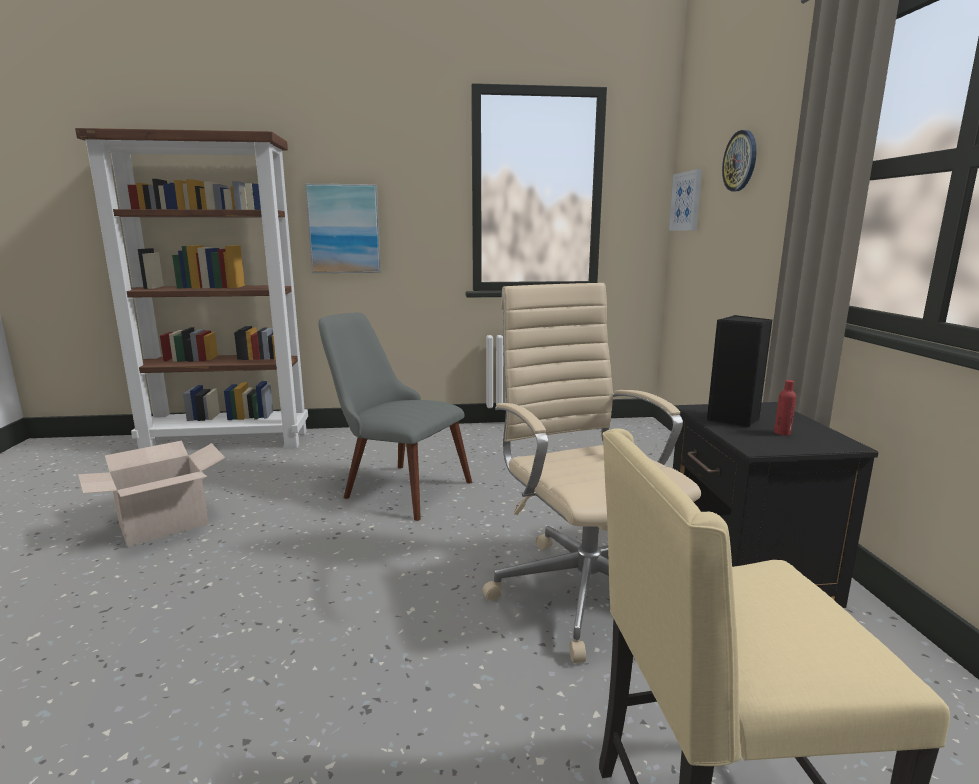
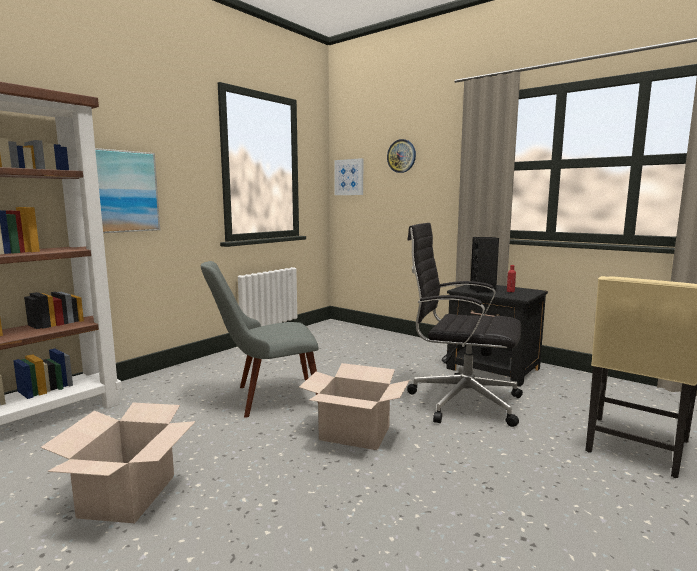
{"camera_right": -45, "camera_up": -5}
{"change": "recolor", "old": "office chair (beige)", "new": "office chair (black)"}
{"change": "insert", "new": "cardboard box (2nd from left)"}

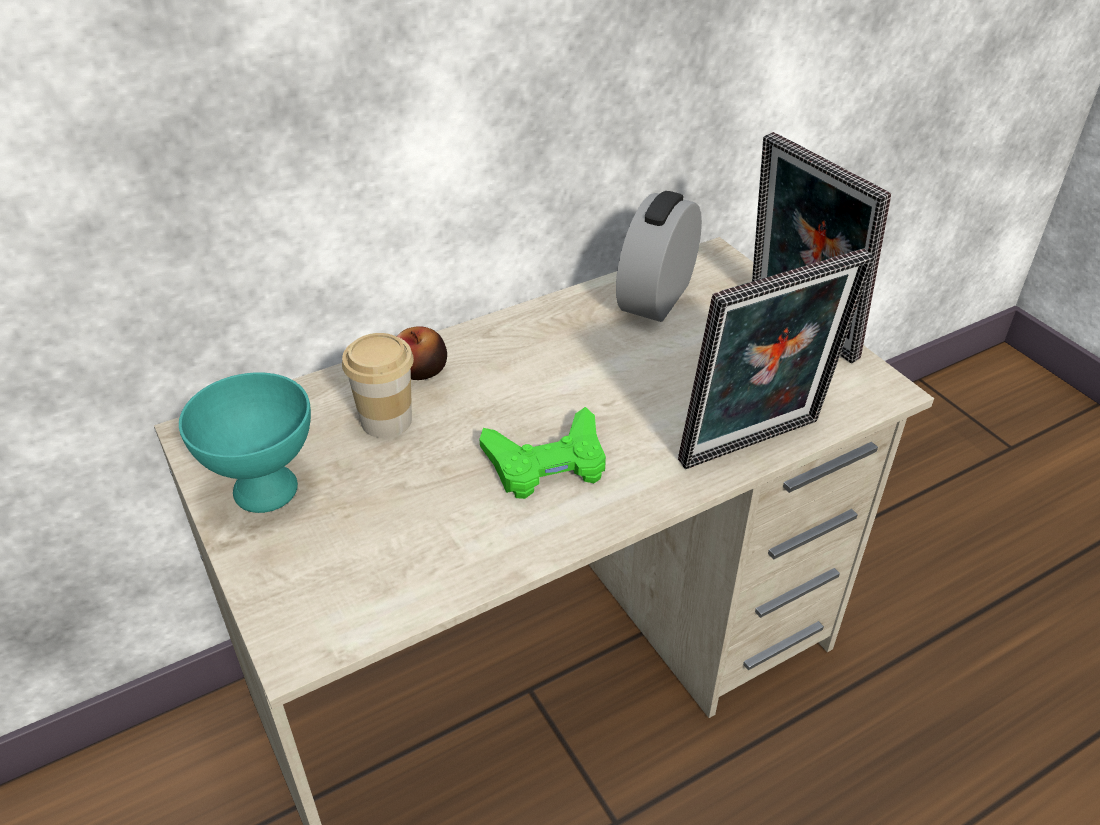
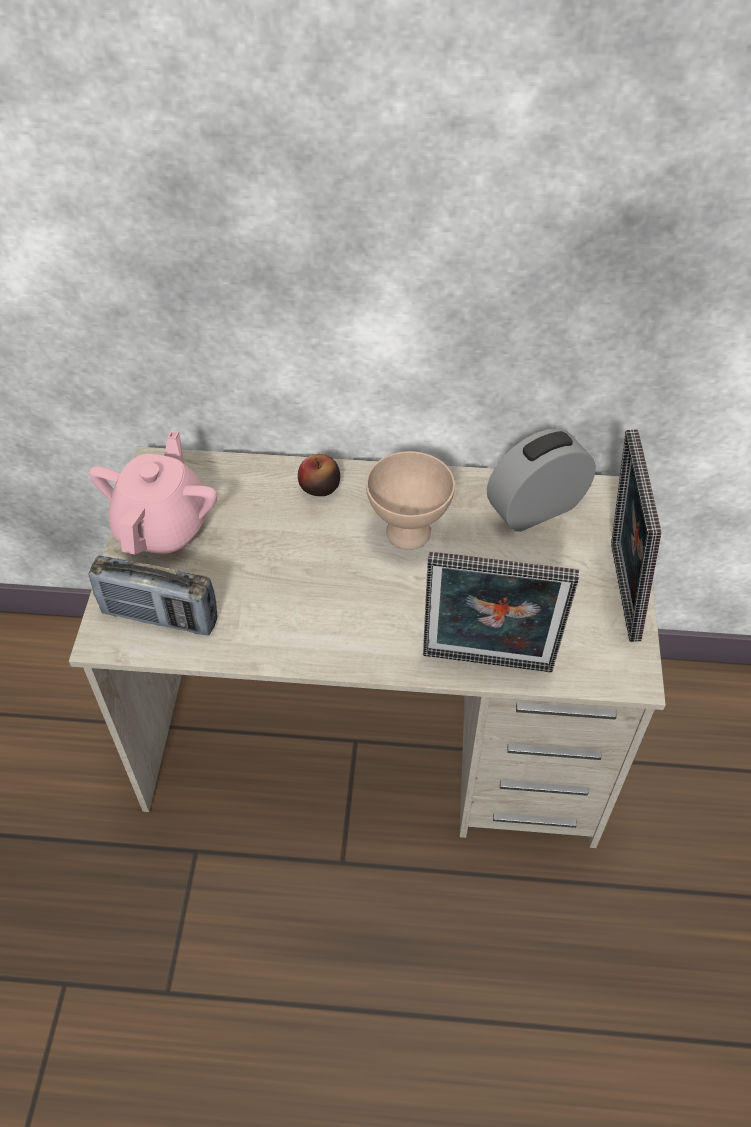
{"camera_right": 35, "camera_up": 10}
{"change": "delete", "old": "cup"}
{"change": "replace", "old": "bowl (turquoise)", "new": "teapot (pink)"}
{"change": "delete", "old": "game controller (green)"}
{"change": "insert", "new": "bowl (beige)"}
{"change": "insert", "new": "radio"}

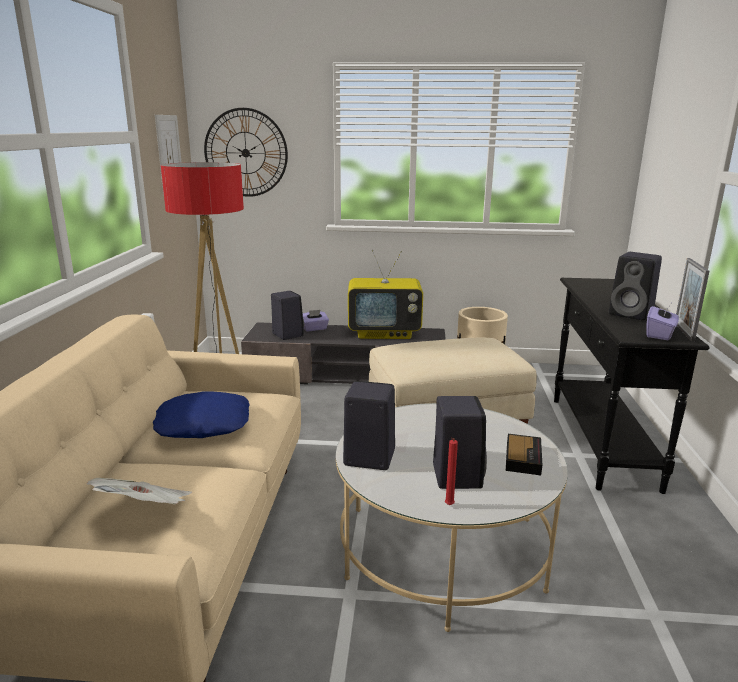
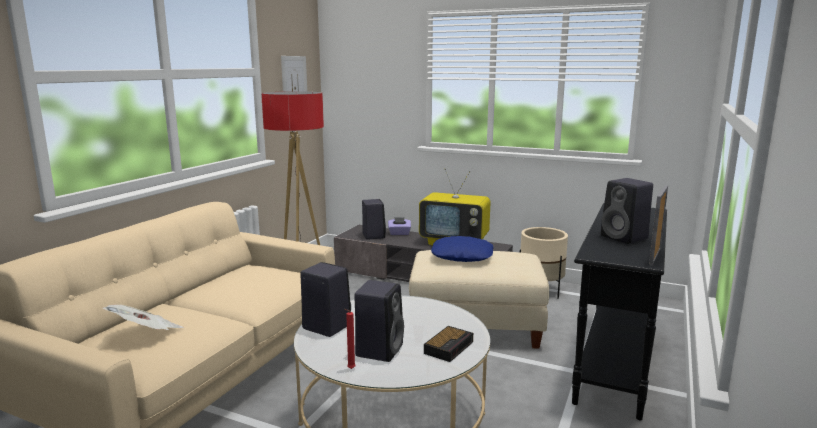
{"camera_right": 20, "camera_up": -5}
{"change": "delete", "old": "wall clock"}
{"change": "delete", "old": "tissue box (purple) (2nd from left)"}
{"change": "move", "old": "pillow (blue)"}

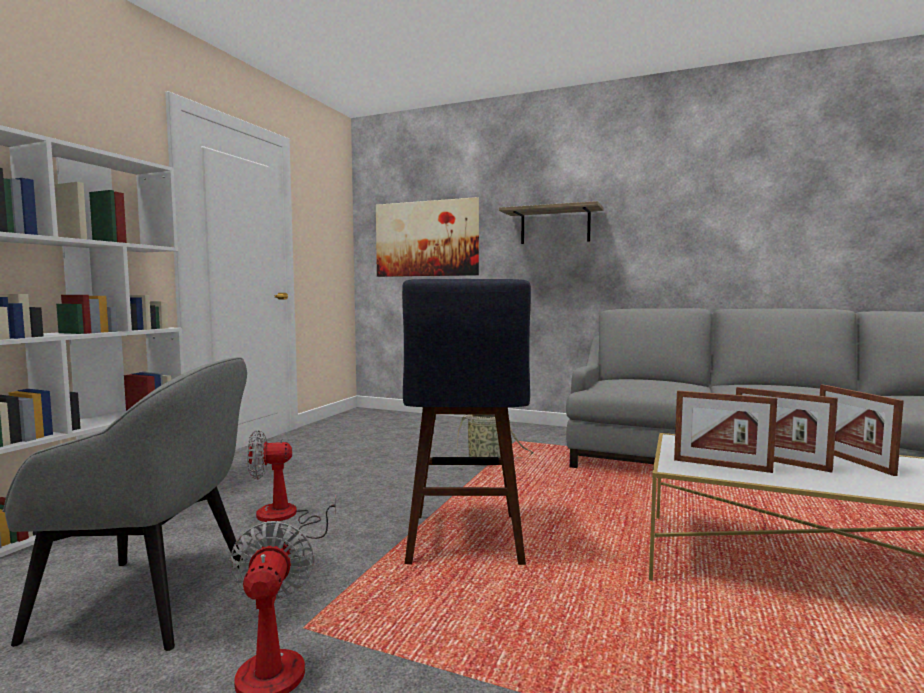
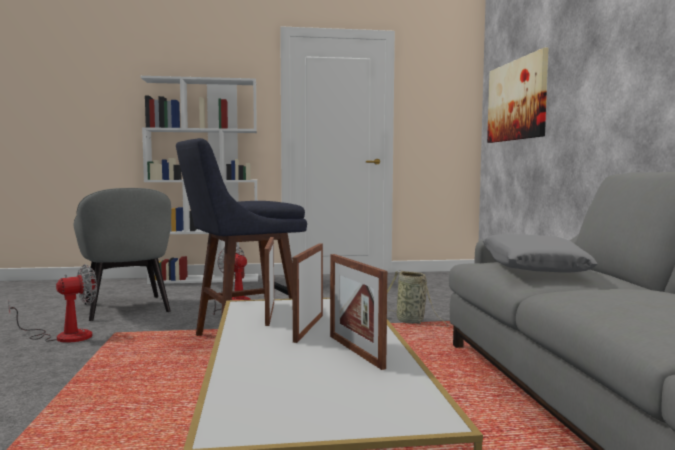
{"camera_right": 60, "camera_up": 0}
{"change": "delete", "old": "shelf"}
{"change": "rotate", "old": "picture frame (3rd from left)", "degrees": -75}
{"change": "insert", "new": "pillow (grey)"}

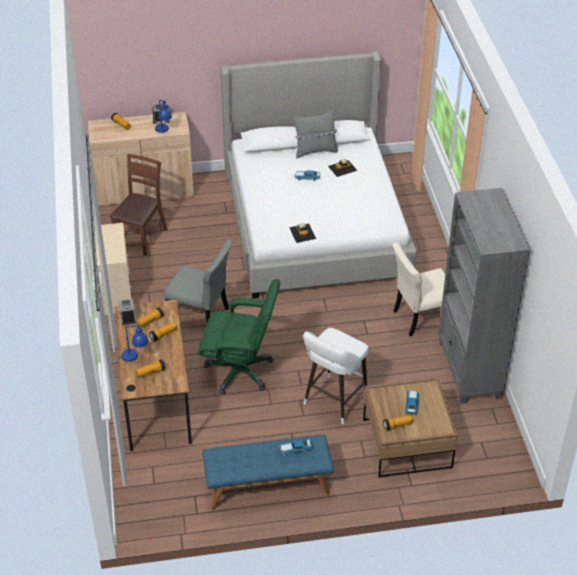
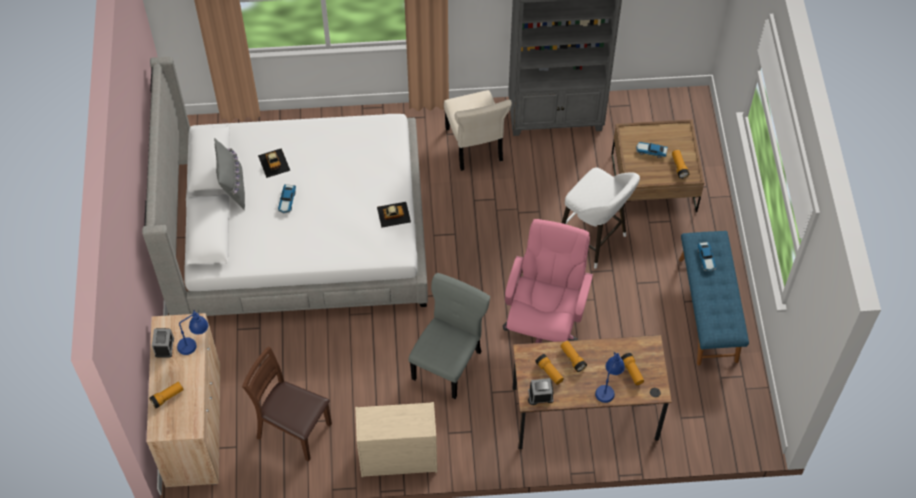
{"camera_right": -85, "camera_up": 15}
{"change": "recolor", "old": "office chair (green)", "new": "office chair (pink)"}

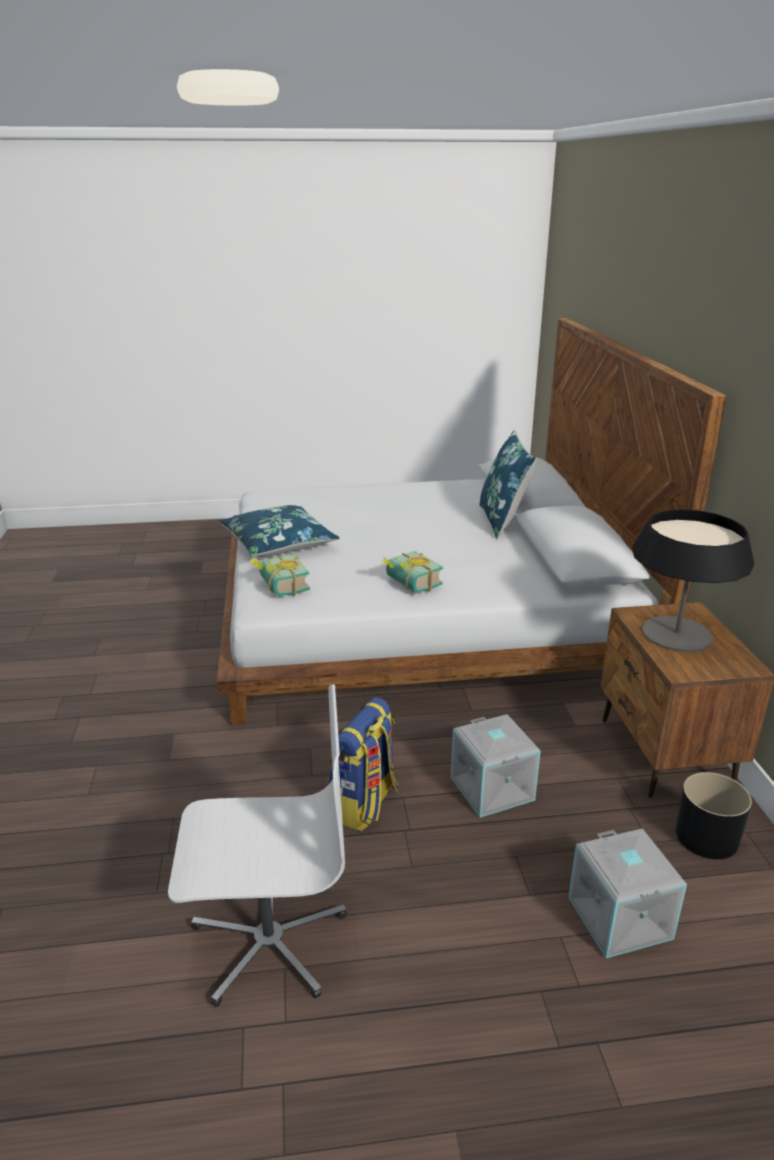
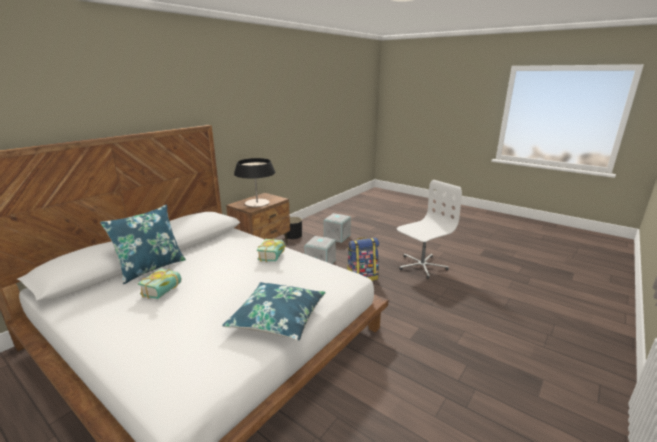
{"camera_right": -135, "camera_up": -5}
{"change": "move", "old": "book (1st from left)"}
{"change": "rotate", "old": "office chair (white)", "degrees": 105}

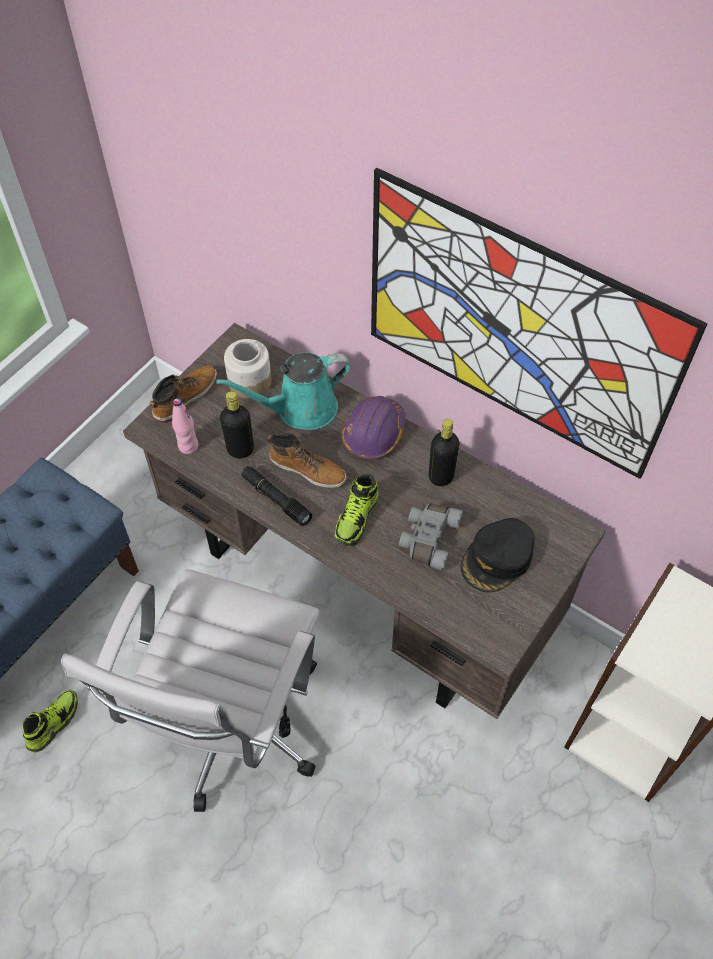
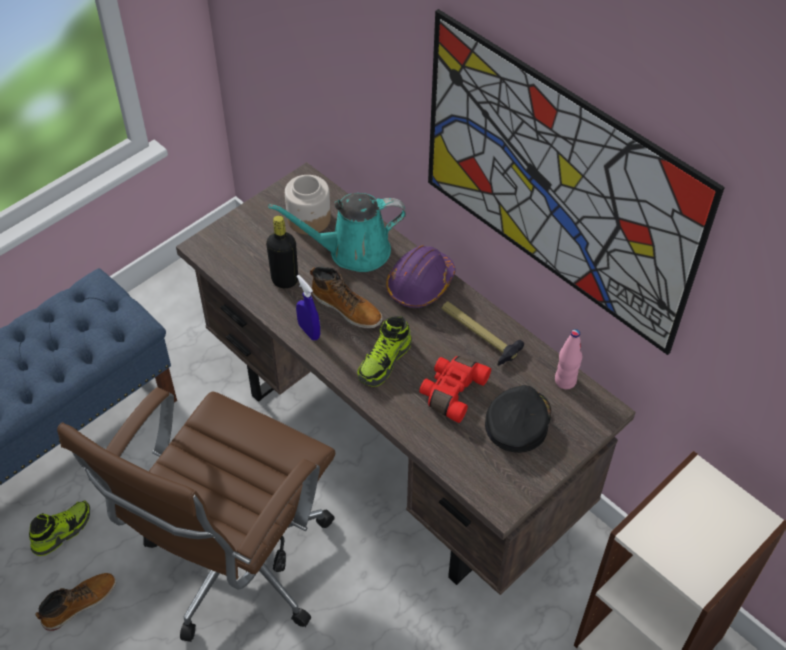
{"camera_right": 10, "camera_up": -5}
{"change": "move", "old": "boot (1st from left)"}
{"change": "move", "old": "bottle (pink)"}
{"change": "replace", "old": "bottle (black) (2nd from left)", "new": "hammer"}
{"change": "replace", "old": "flashlight (black)", "new": "spray bottle (blue)"}
{"change": "recolor", "old": "binoculars (grey)", "new": "binoculars (red)"}
{"change": "rotate", "old": "cap (black)", "degrees": 150}
{"change": "recolor", "old": "office chair (white)", "new": "office chair (brown)"}

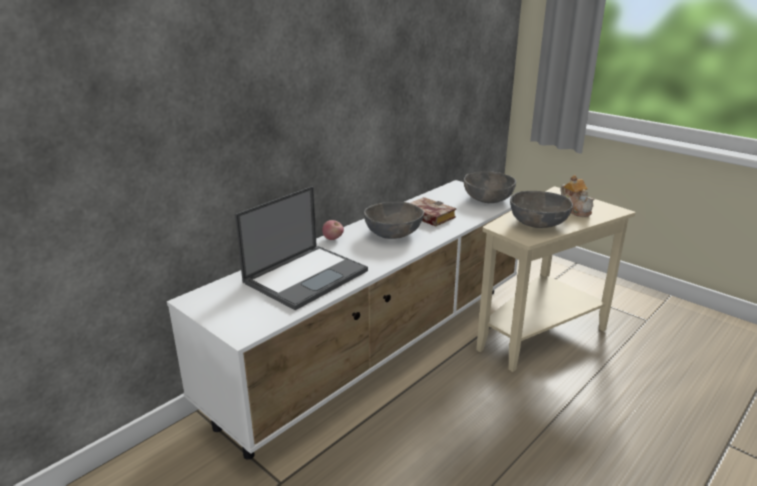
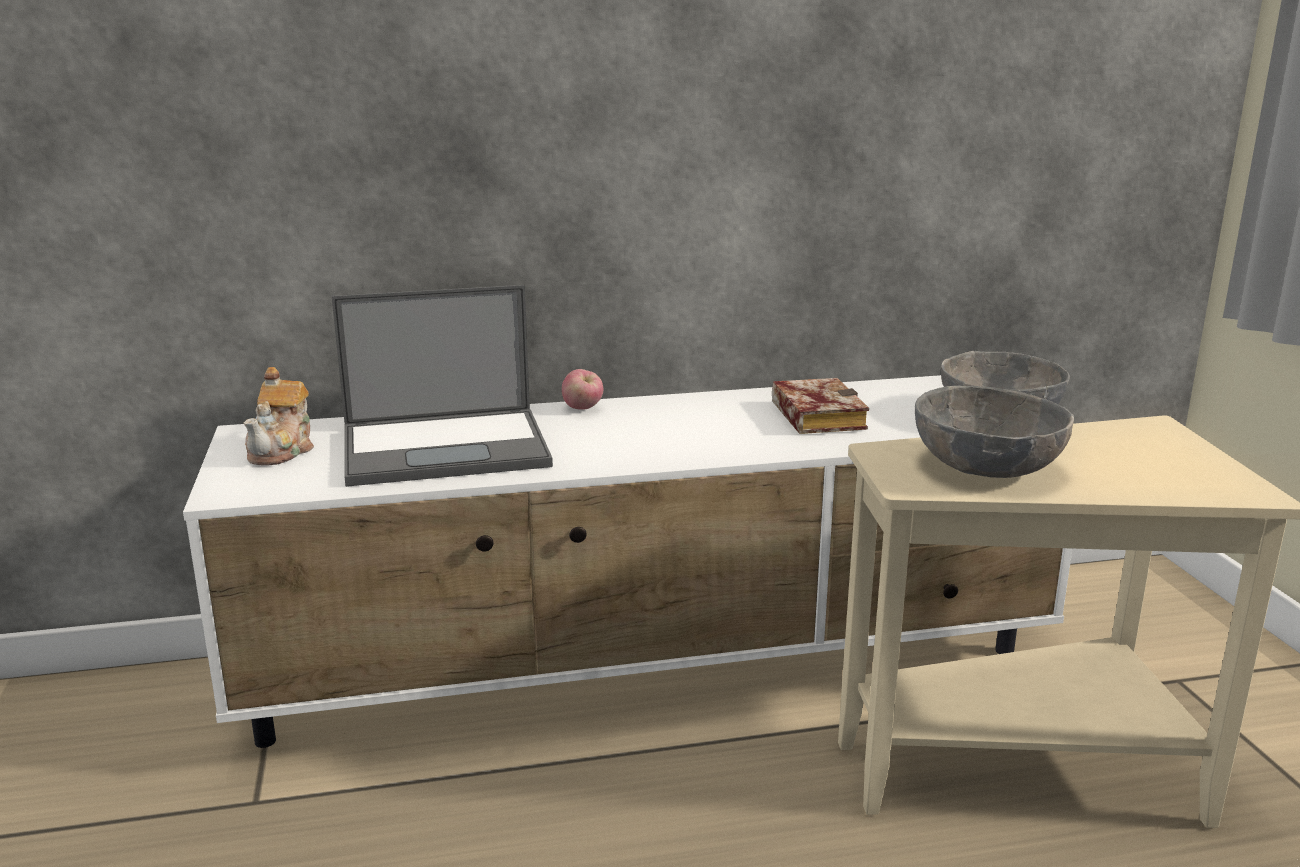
{"camera_right": 35, "camera_up": -5}
{"change": "move", "old": "teapot"}
{"change": "delete", "old": "bowl (grey) (1st from left)"}

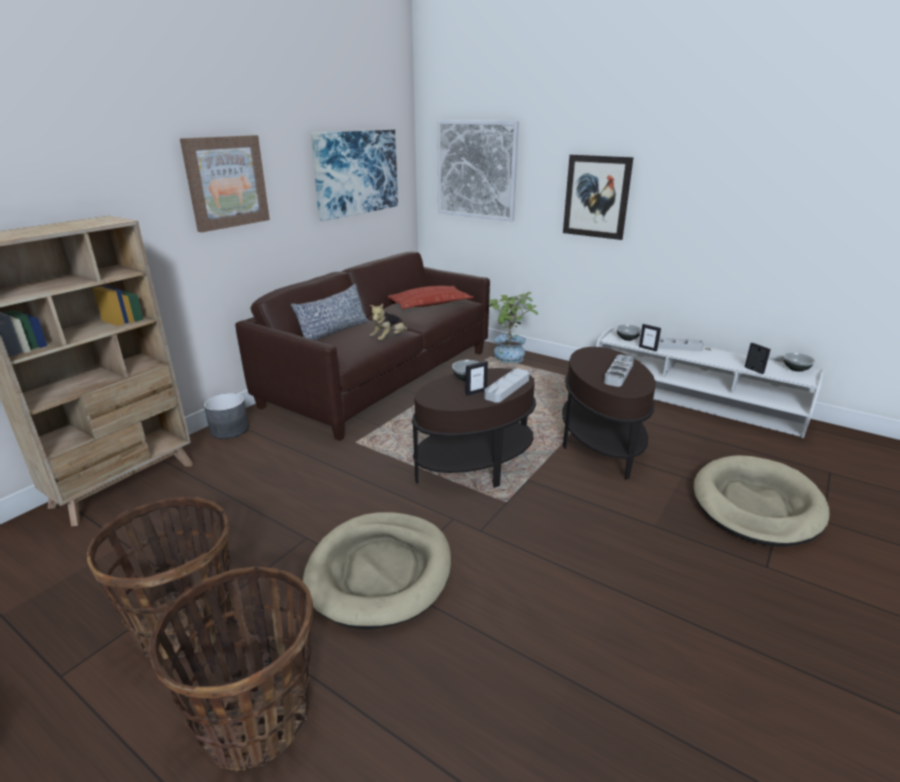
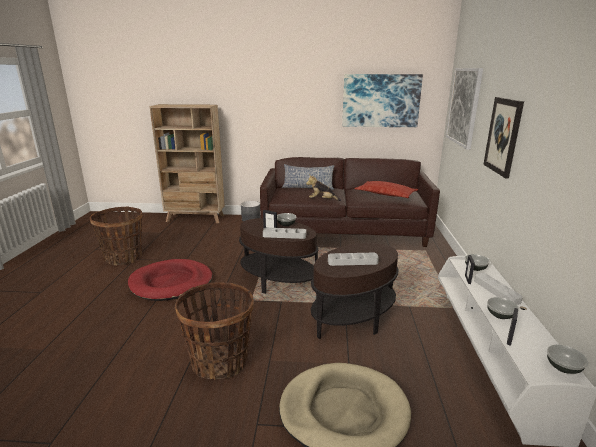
{"camera_right": 60, "camera_up": -5}
{"change": "delete", "old": "picture (1st from left)"}
{"change": "delete", "old": "potted plant"}
{"change": "recolor", "old": "dog bed (beige) (1st from left)", "new": "dog bed (red)"}
{"change": "move", "old": "basket (2nd from left)"}
{"change": "insert", "new": "bowl (3rd from left)"}

